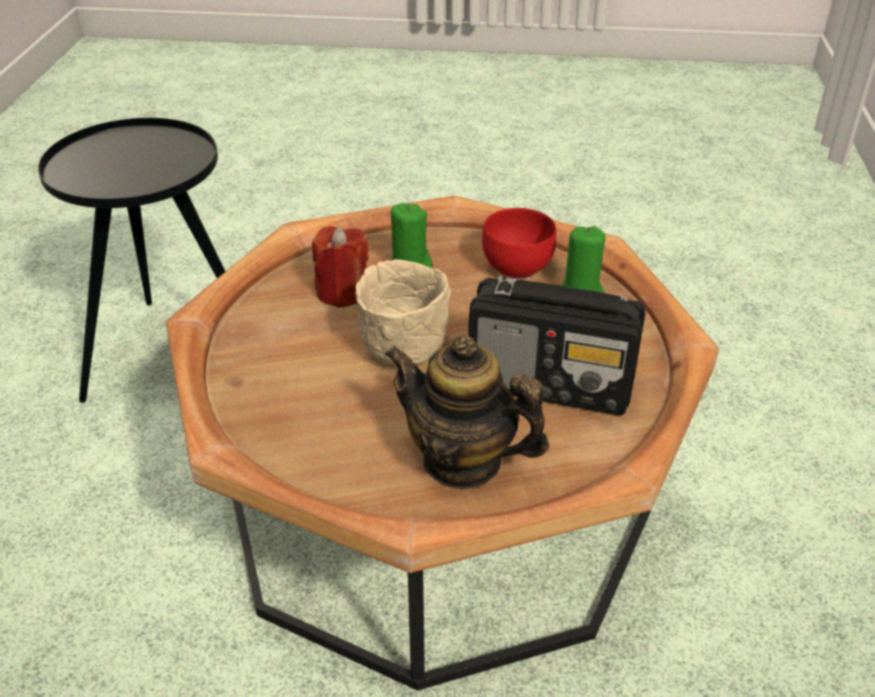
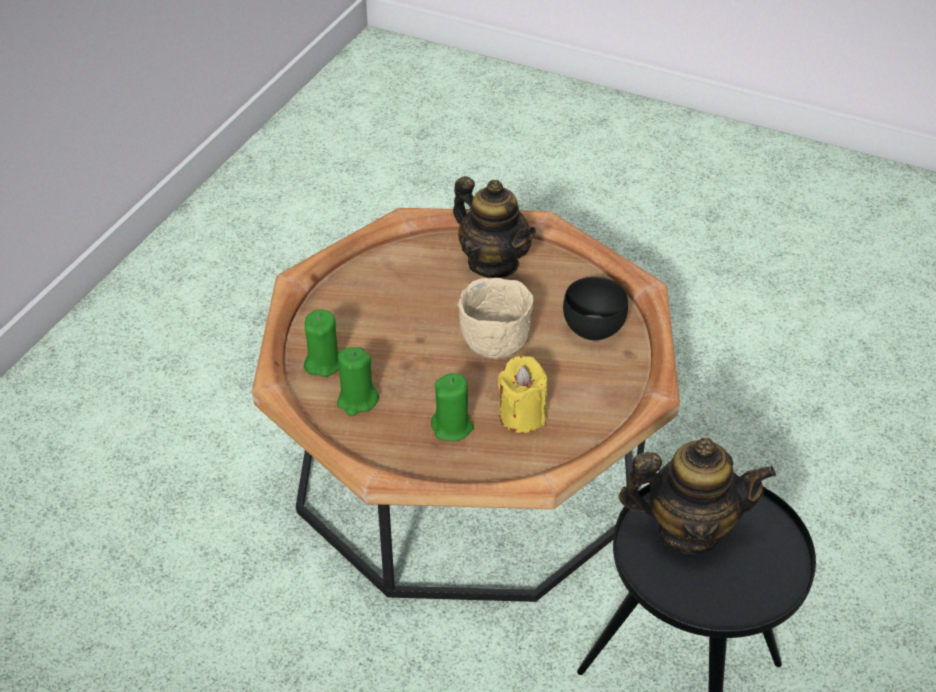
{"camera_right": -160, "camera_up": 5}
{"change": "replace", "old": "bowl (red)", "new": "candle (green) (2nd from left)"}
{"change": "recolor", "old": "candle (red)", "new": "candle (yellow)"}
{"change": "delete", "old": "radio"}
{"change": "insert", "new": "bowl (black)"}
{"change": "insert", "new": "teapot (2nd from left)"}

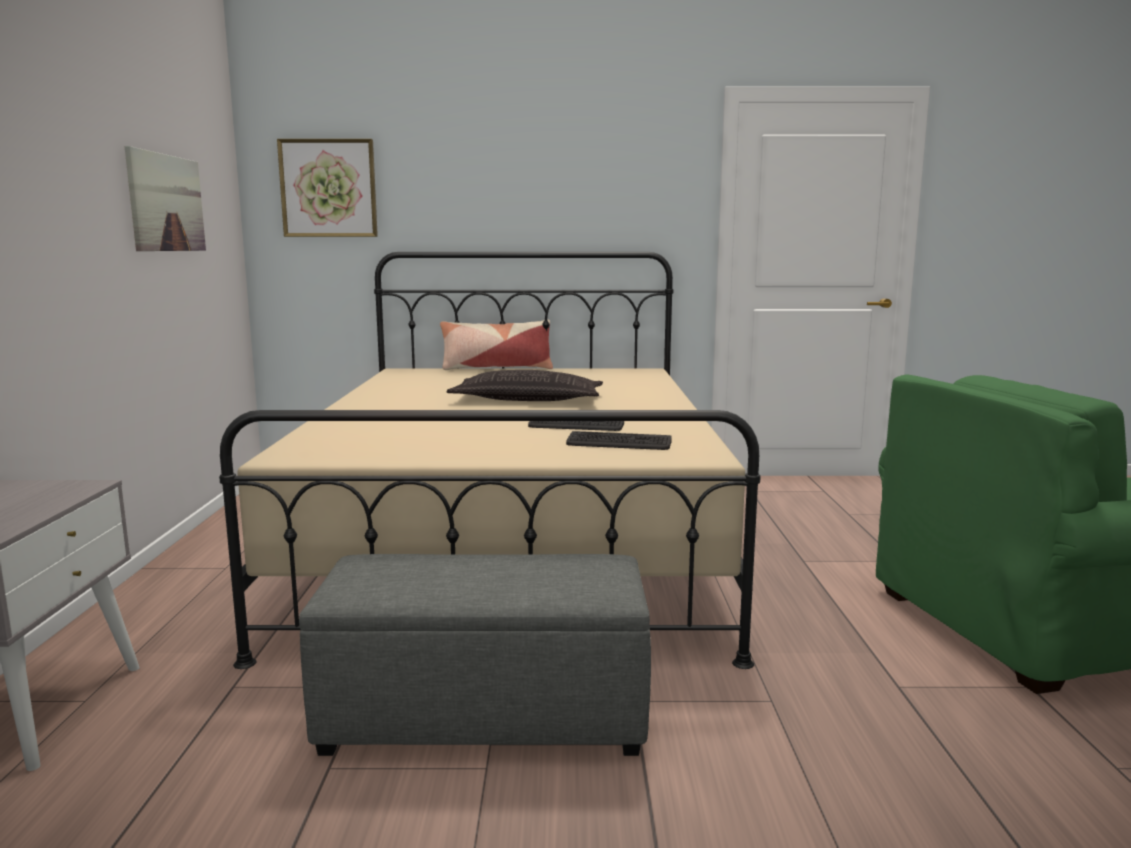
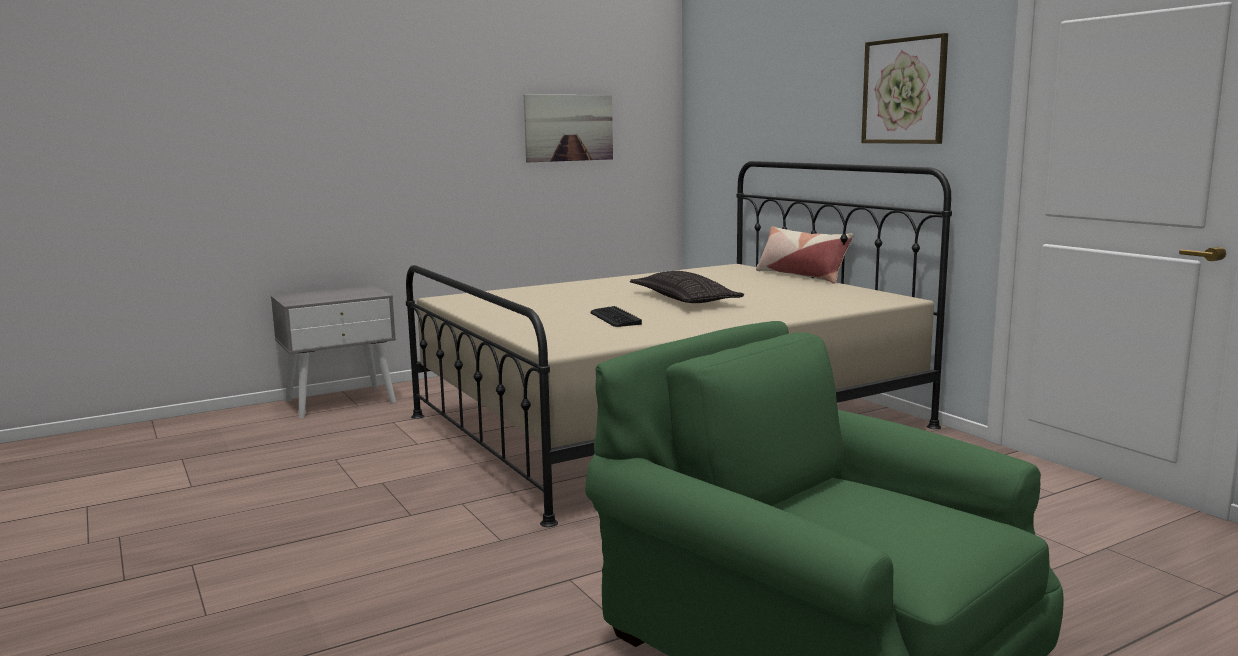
{"camera_right": 60, "camera_up": 0}
{"change": "move", "old": "picture (2nd from left)"}
{"change": "delete", "old": "keyboard (2nd from left)"}
{"change": "delete", "old": "ottoman (grey)"}

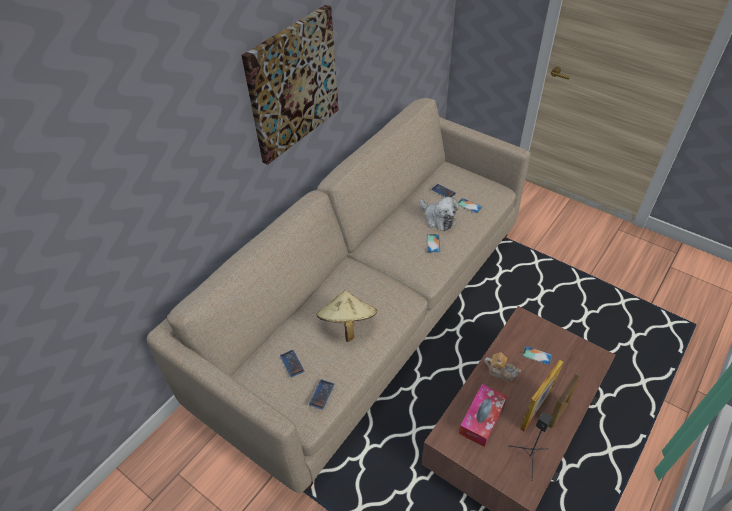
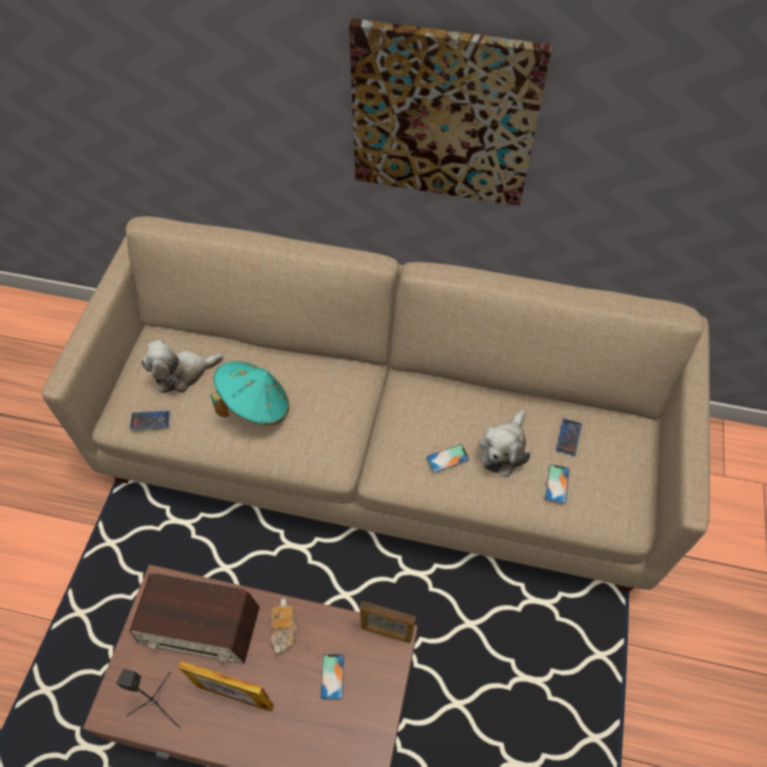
{"camera_right": 65, "camera_up": 10}
{"change": "recolor", "old": "hat (beige)", "new": "hat (turquoise)"}
{"change": "replace", "old": "phone (1st from left)", "new": "plush toy (1st from left)"}
{"change": "move", "old": "picture frame (2nd from left)"}
{"change": "replace", "old": "tissue box", "new": "radio"}

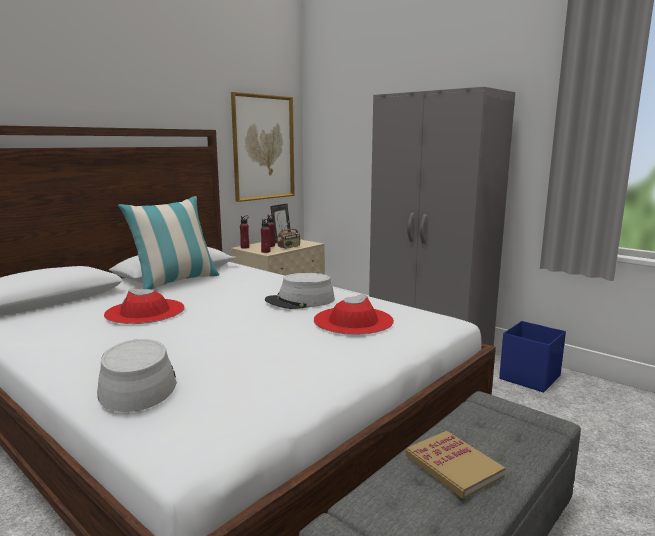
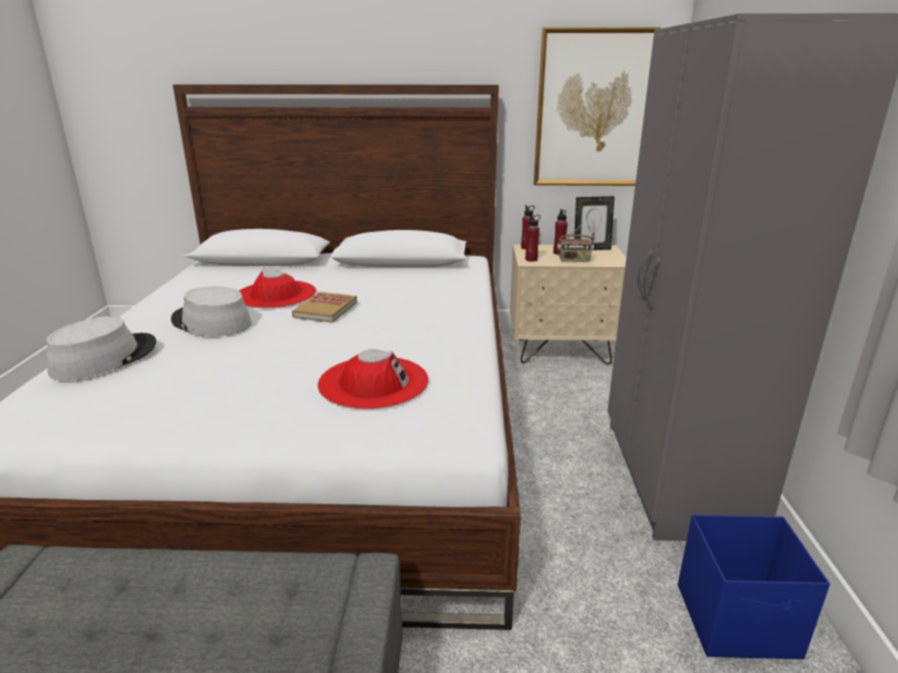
{"camera_right": 50, "camera_up": 10}
{"change": "delete", "old": "pillow"}
{"change": "move", "old": "hat (grey) (2nd from left)"}
{"change": "move", "old": "book"}

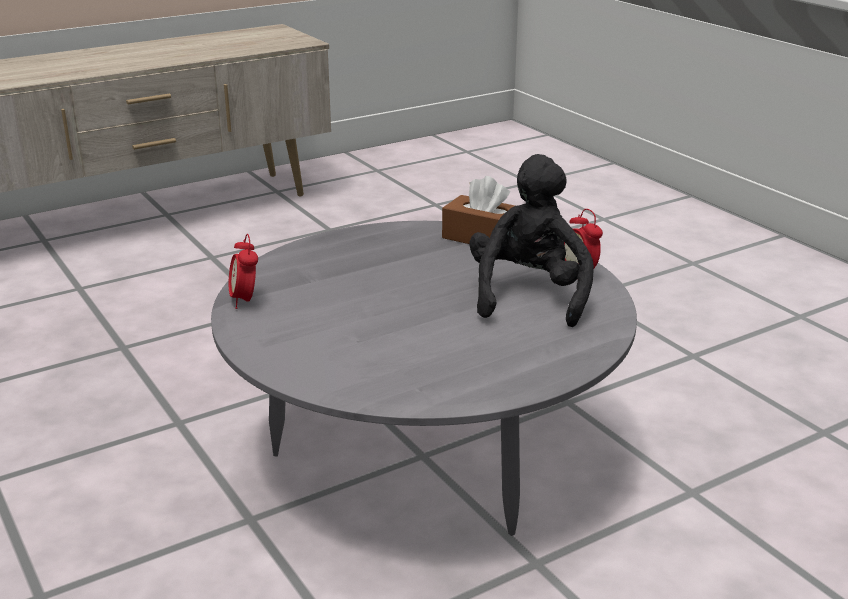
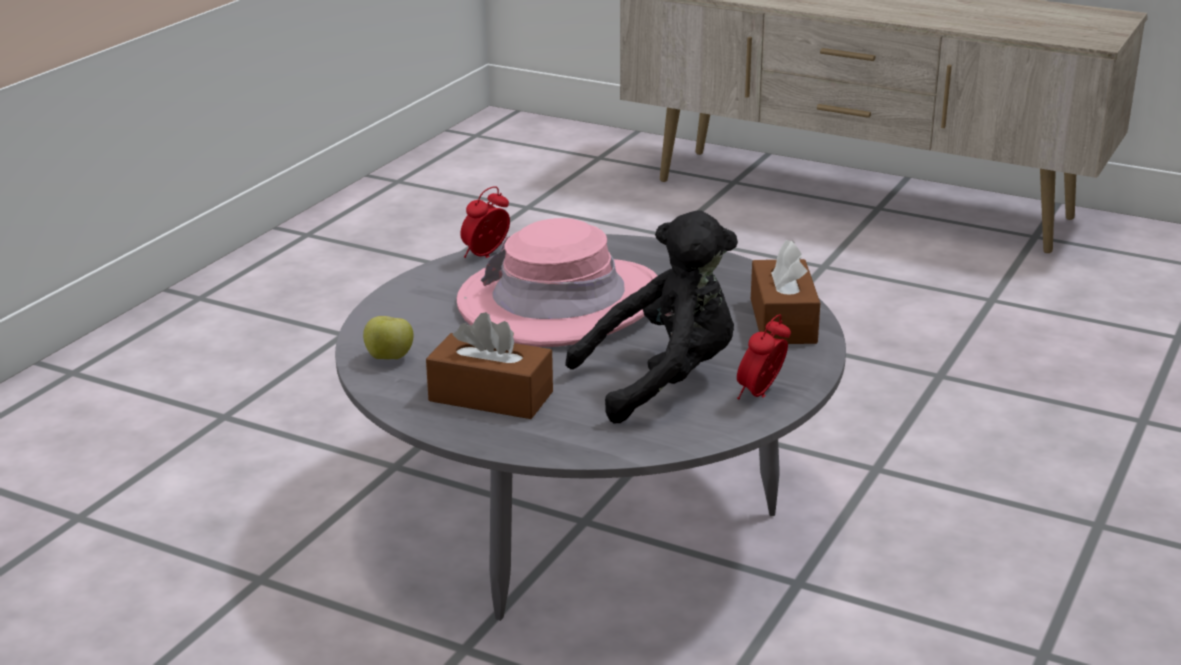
{"camera_right": 60, "camera_up": 0}
{"change": "insert", "new": "hat (pink)"}
{"change": "insert", "new": "tissue box (brown) (1st from left)"}
{"change": "insert", "new": "apple"}

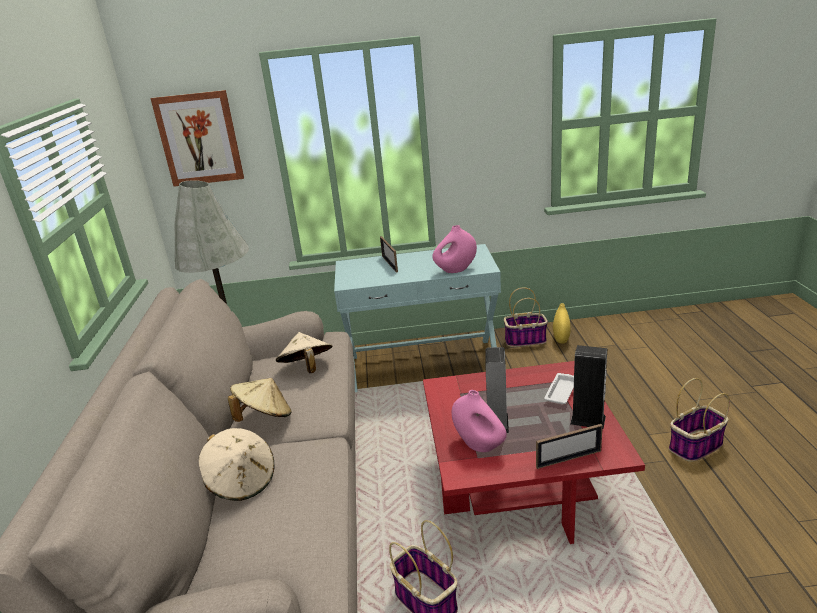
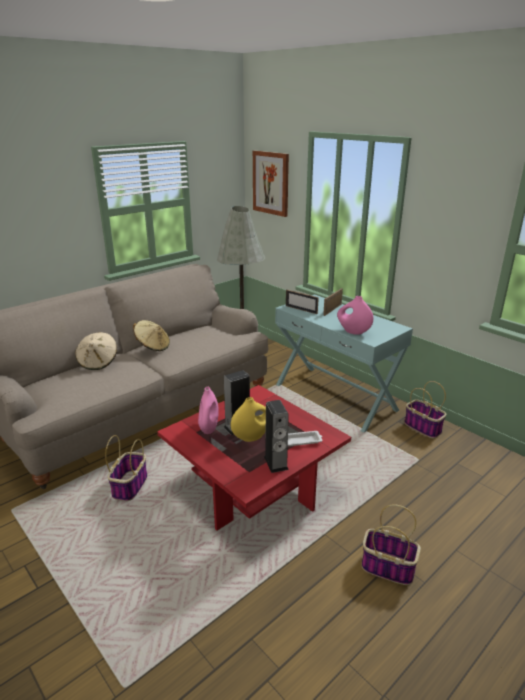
{"camera_right": 50, "camera_up": 0}
{"change": "move", "old": "vase (yellow)"}
{"change": "delete", "old": "hat (beige) (3rd from left)"}
{"change": "move", "old": "picture frame (2nd from left in the first image)", "new": "picture frame (1st from left)"}

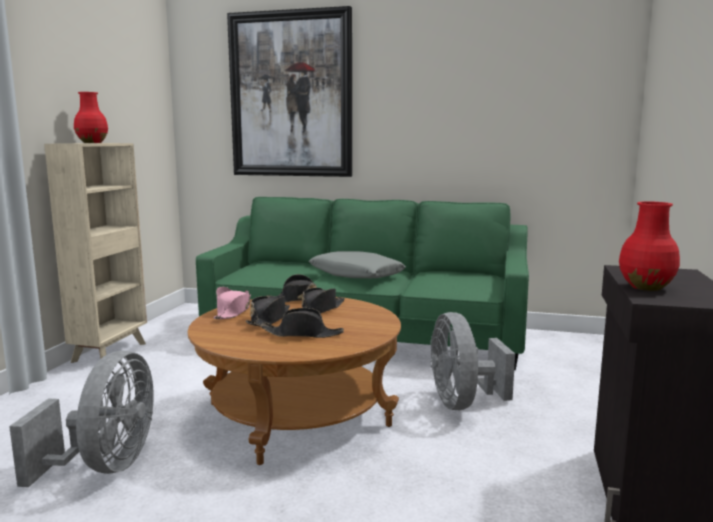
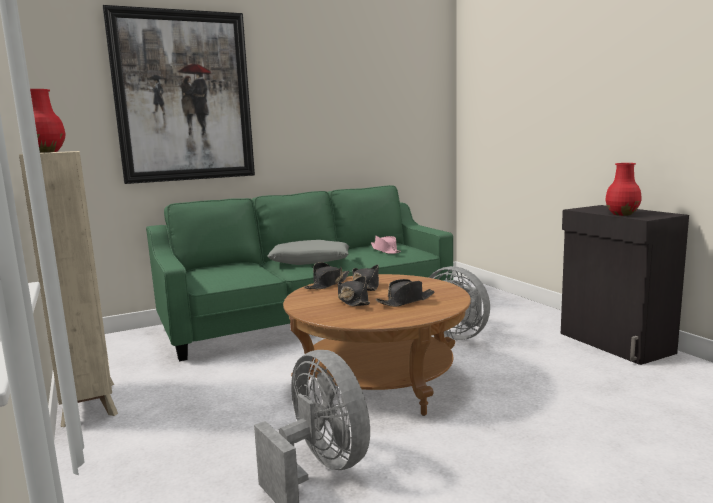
{"camera_right": -40, "camera_up": 0}
{"change": "move", "old": "hat (pink)"}

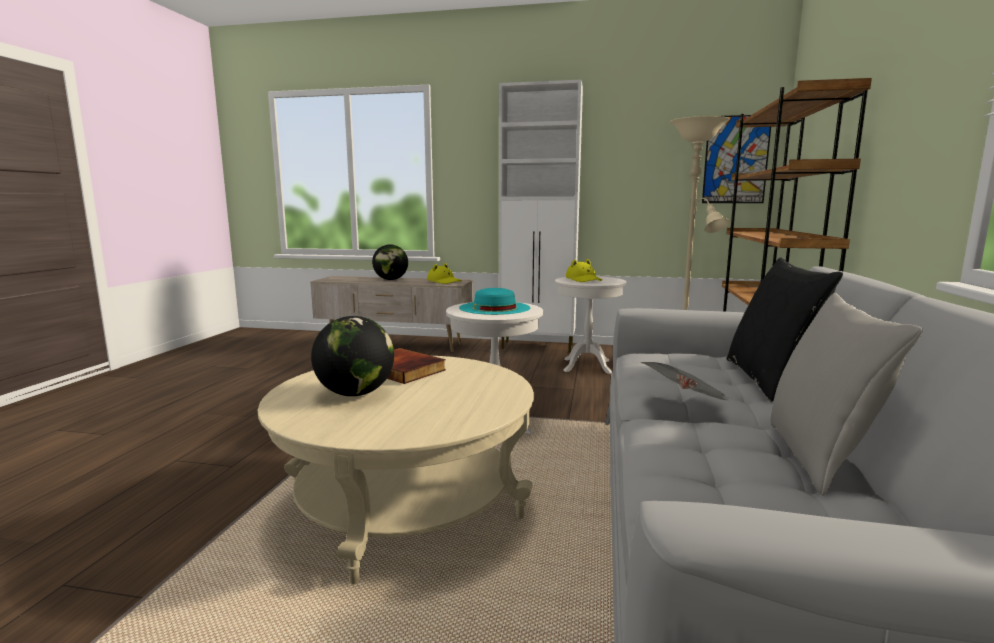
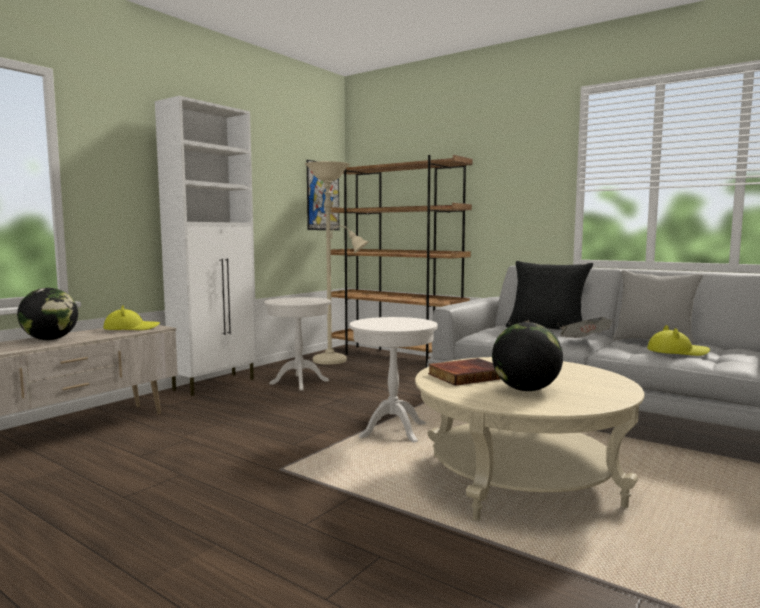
{"camera_right": -65, "camera_up": -5}
{"change": "move", "old": "hat (yellow) (2nd from left)"}
{"change": "delete", "old": "hat (turquoise)"}

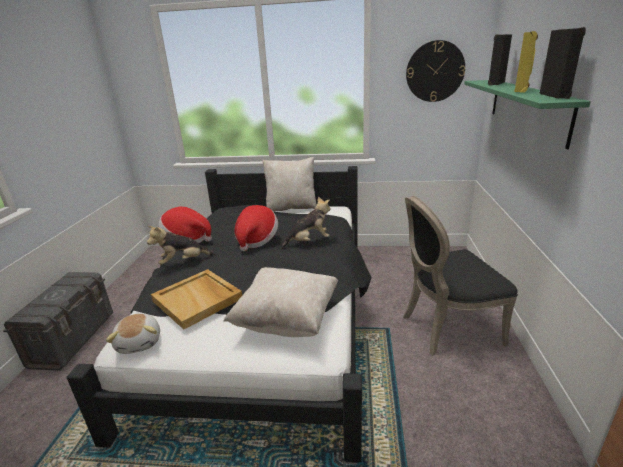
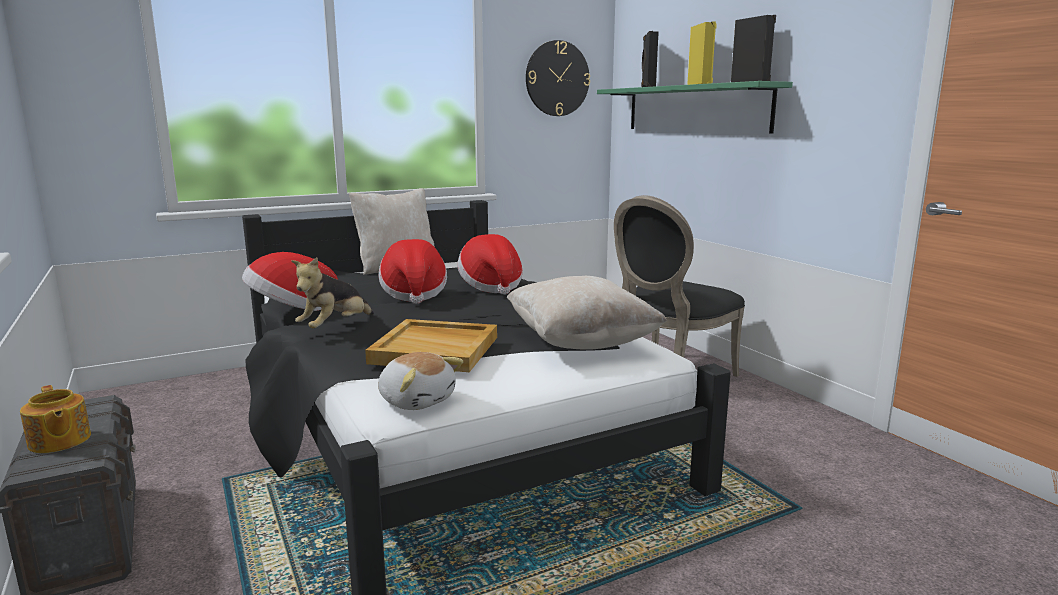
{"camera_right": -35, "camera_up": -10}
{"change": "replace", "old": "plush toy (3rd from left)", "new": "hat (3rd from left)"}
{"change": "insert", "new": "teapot"}

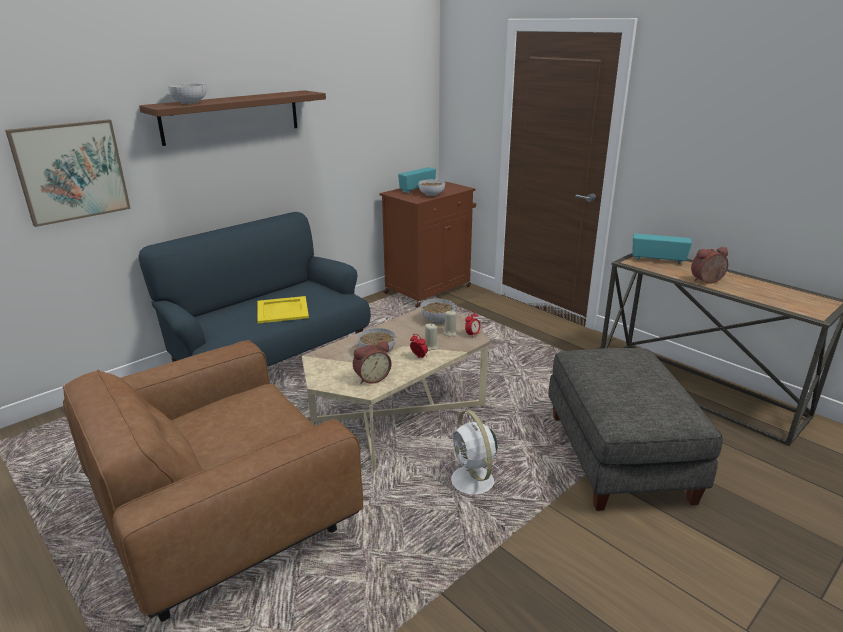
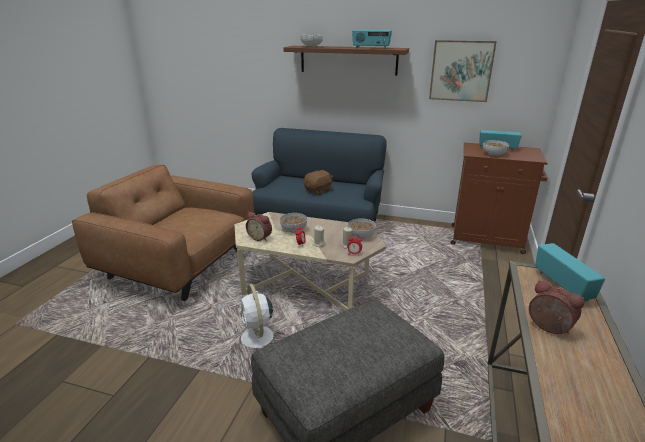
{"camera_right": 60, "camera_up": 0}
{"change": "move", "old": "picture"}
{"change": "replace", "old": "tray (yellow)", "new": "plush toy (brown)"}
{"change": "rotate", "old": "fan (white)", "degrees": -60}
{"change": "insert", "new": "radio (1st from left)"}

